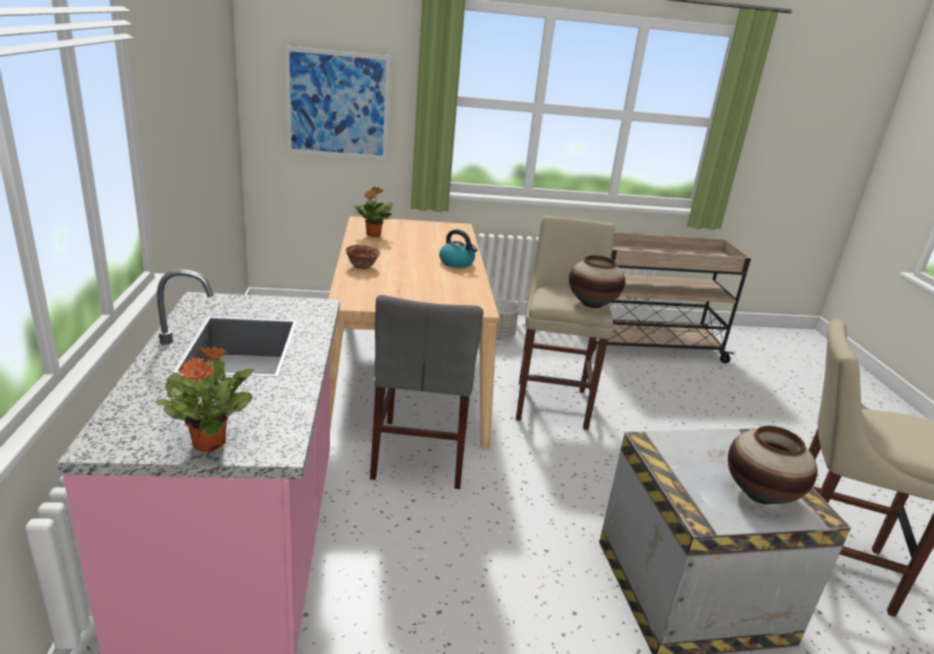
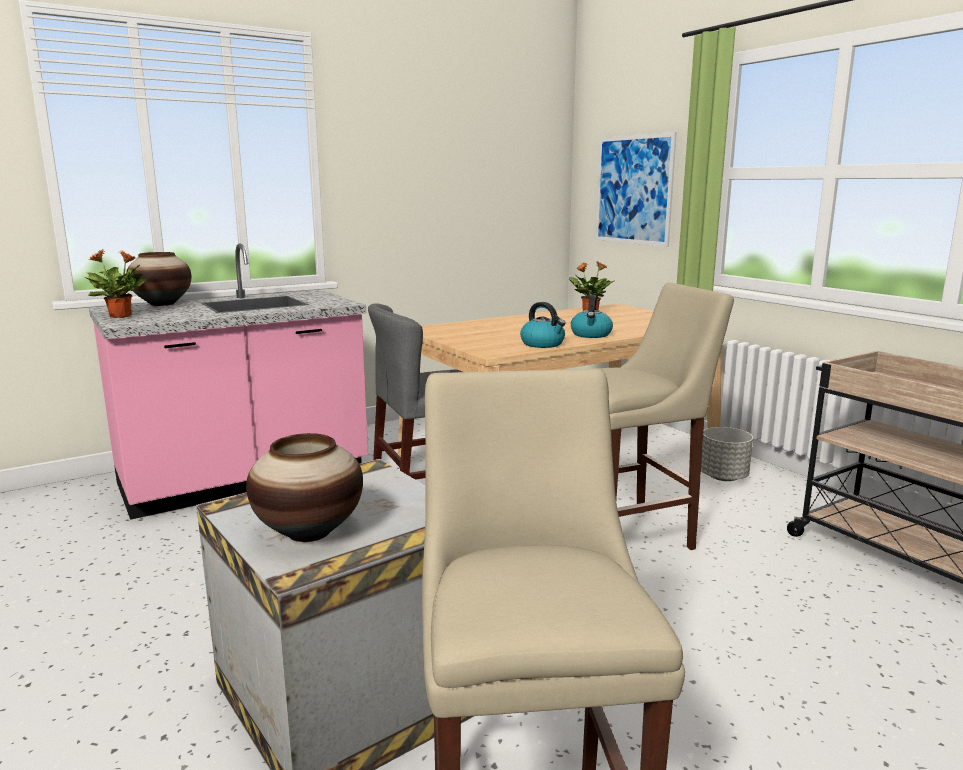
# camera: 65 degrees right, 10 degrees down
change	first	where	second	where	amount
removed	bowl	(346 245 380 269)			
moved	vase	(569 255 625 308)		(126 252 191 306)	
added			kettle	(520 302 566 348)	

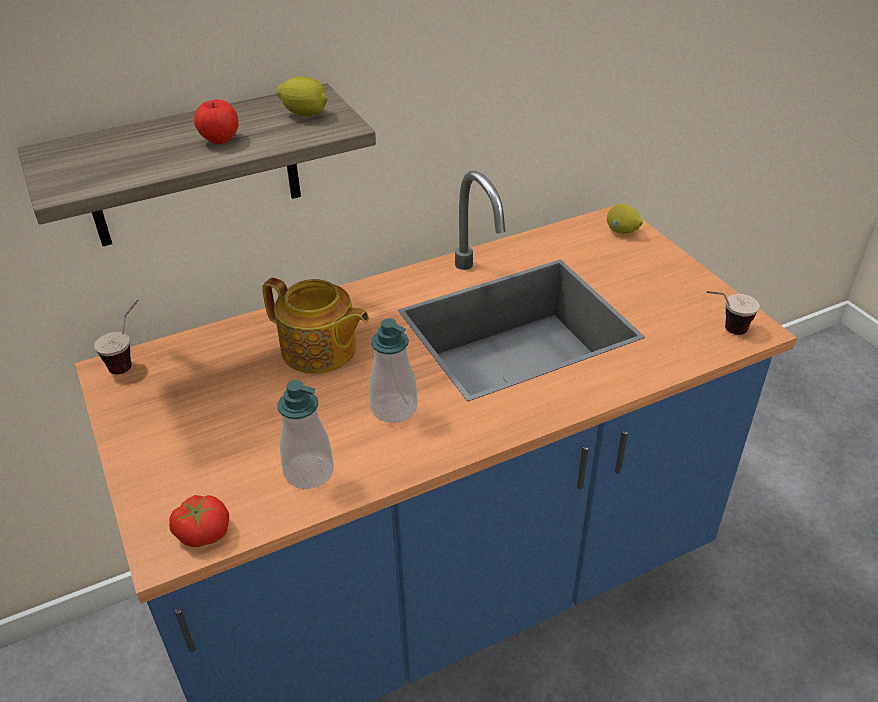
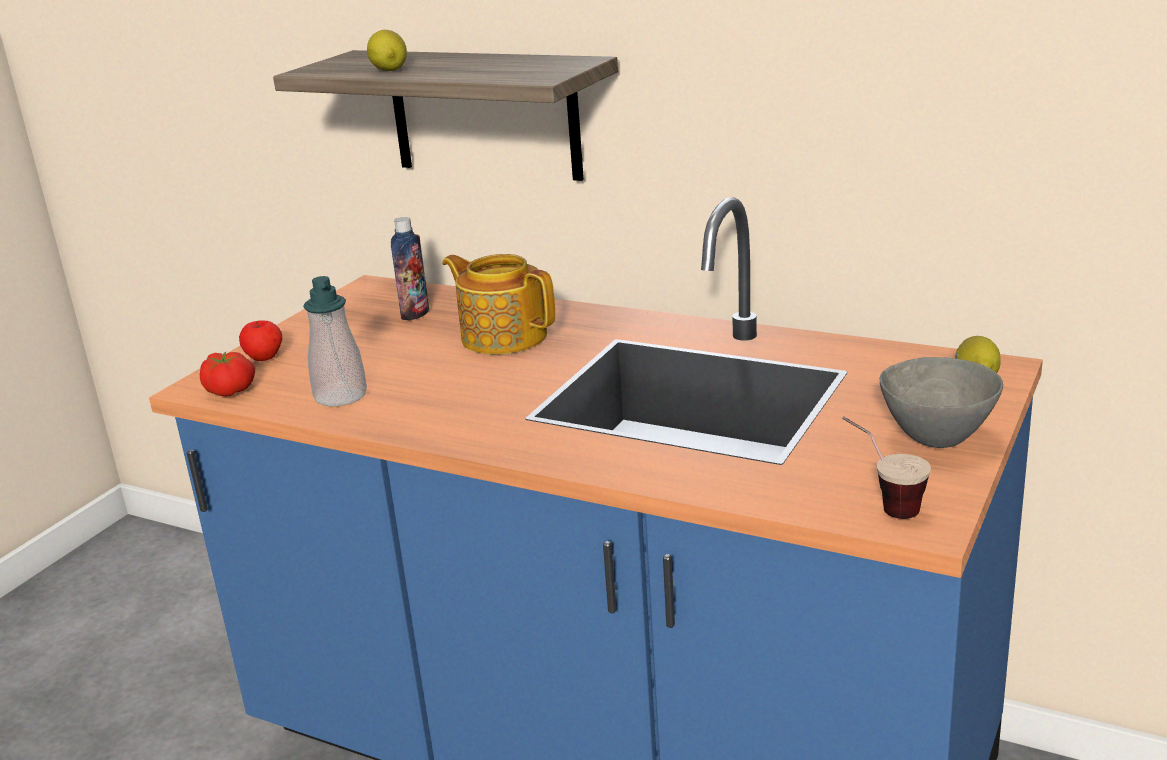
# camera: 55 degrees right, 15 degrees down
change	first	where	second	where	amount
moved	lemon	(276 76 327 116)		(367 30 407 71)	
moved	apple	(194 99 239 144)		(239 321 282 361)	
turned	teapot	(262 278 369 374)		(442 254 555 355)	135 degrees clockwise
removed	cup	(94 299 139 374)			
removed	soap dispenser	(370 318 417 423)			
added			bottle	(391 217 429 321)	
added			grey bowl	(880 357 1003 448)	

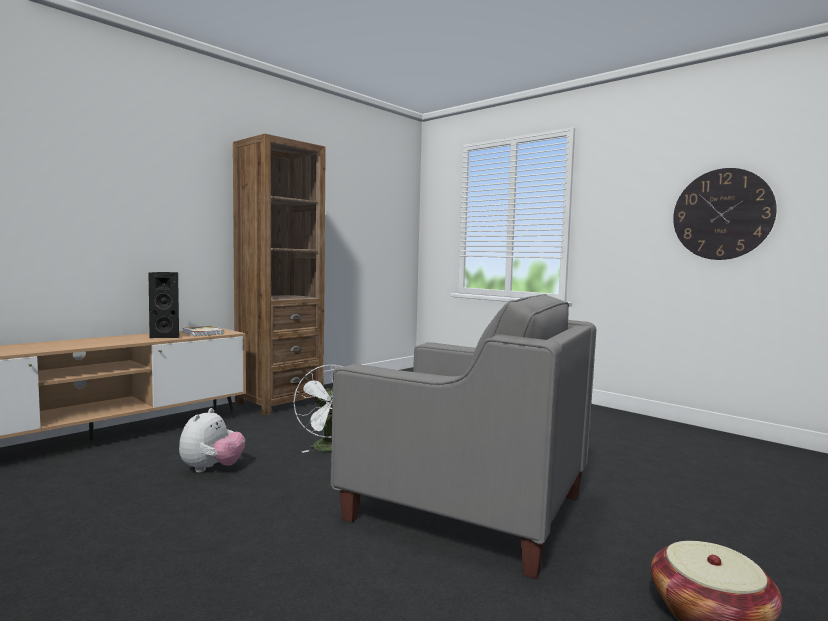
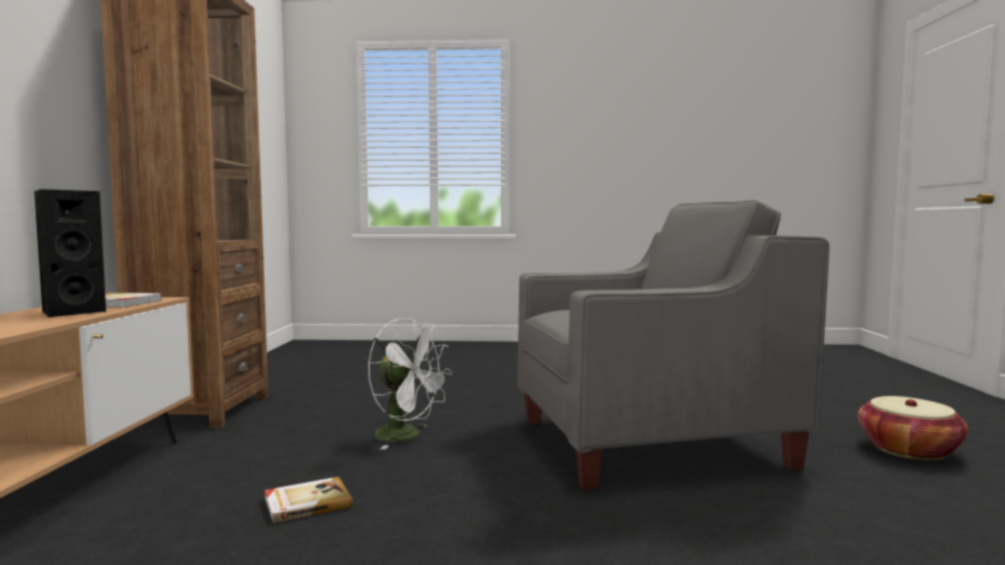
# camera: 40 degrees left, 0 degrees up
change	first	where	second	where	amount
removed	wall clock	(673 168 777 260)			
replaced	plush toy	(179 408 245 472)	book	(264 477 353 523)	

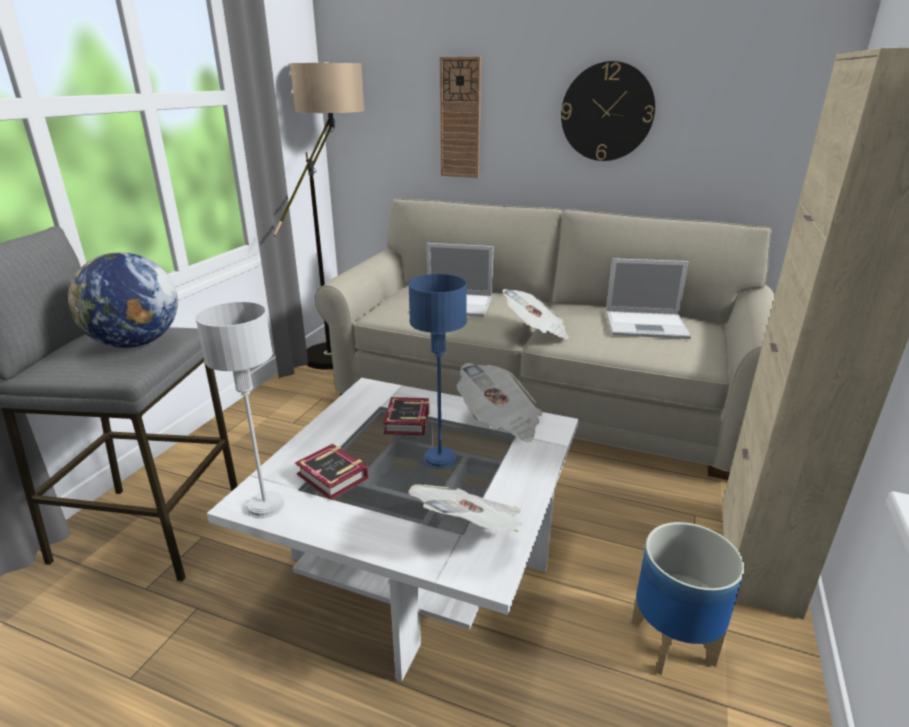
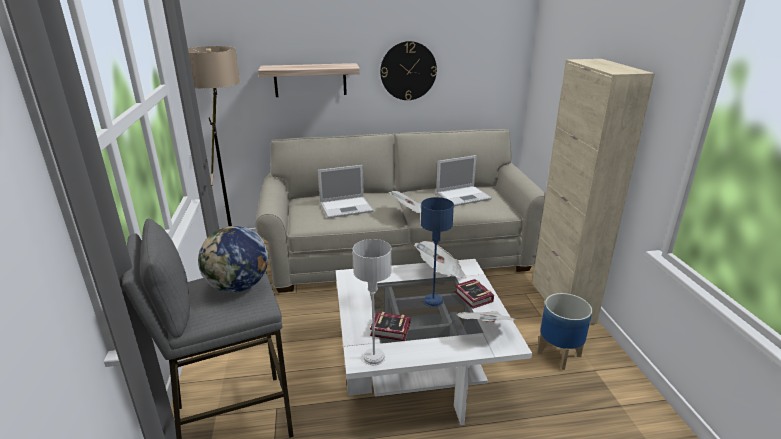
# camera: 30 degrees left, 0 degrees up
change	first	where	second	where	amount
replaced	wall clock	(440 56 481 178)	shelf	(258 63 360 97)	
moved	book	(383 397 430 436)		(454 279 494 309)	

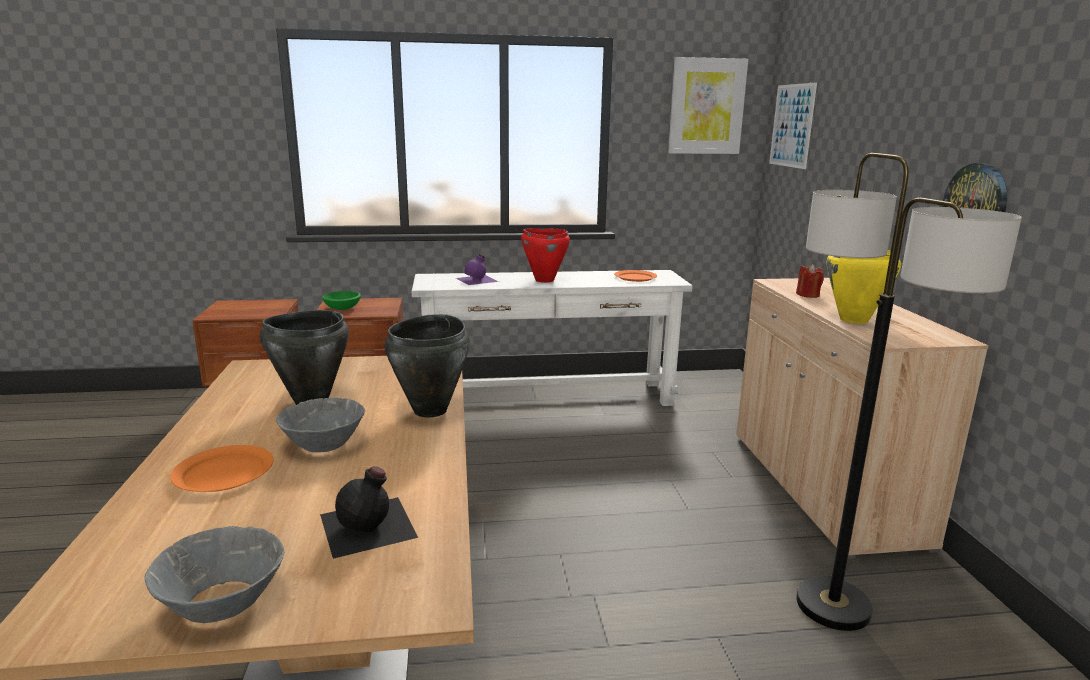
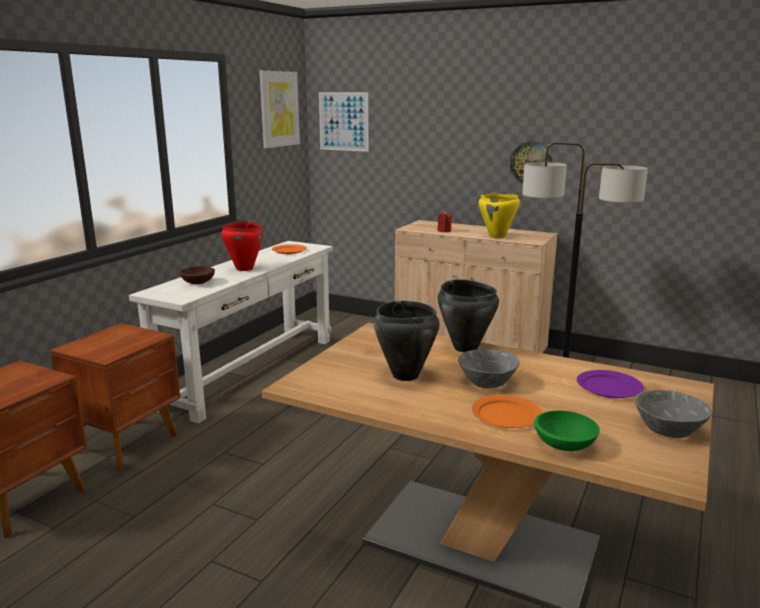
# camera: 55 degrees left, 0 degrees up
change	first	where	second	where	amount
replaced	purple bottle	(456 254 499 285)	brown bowl	(179 266 215 284)	
moved	green bowl	(322 291 361 310)		(534 411 600 451)	
replaced	black bottle	(320 466 418 559)	purple plate	(577 370 644 398)	

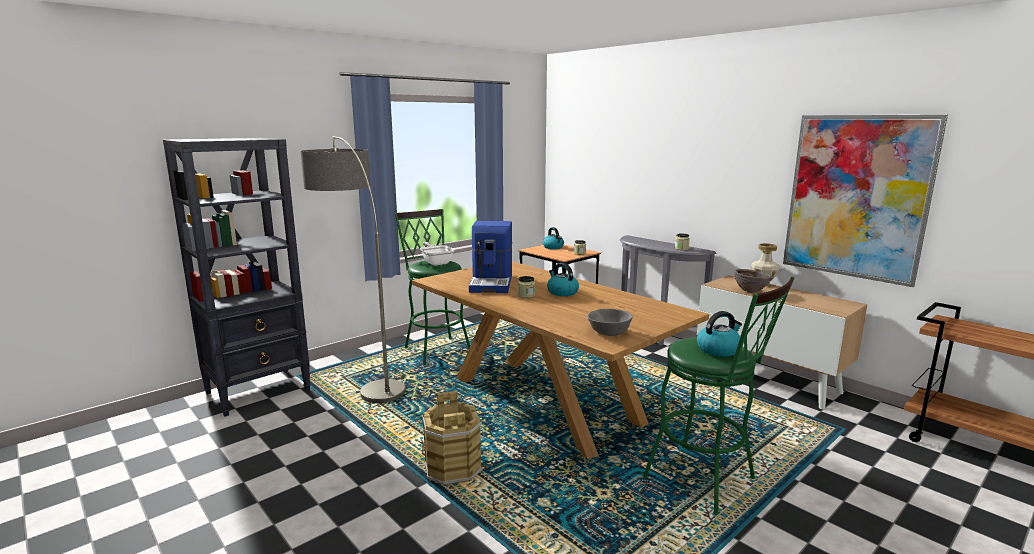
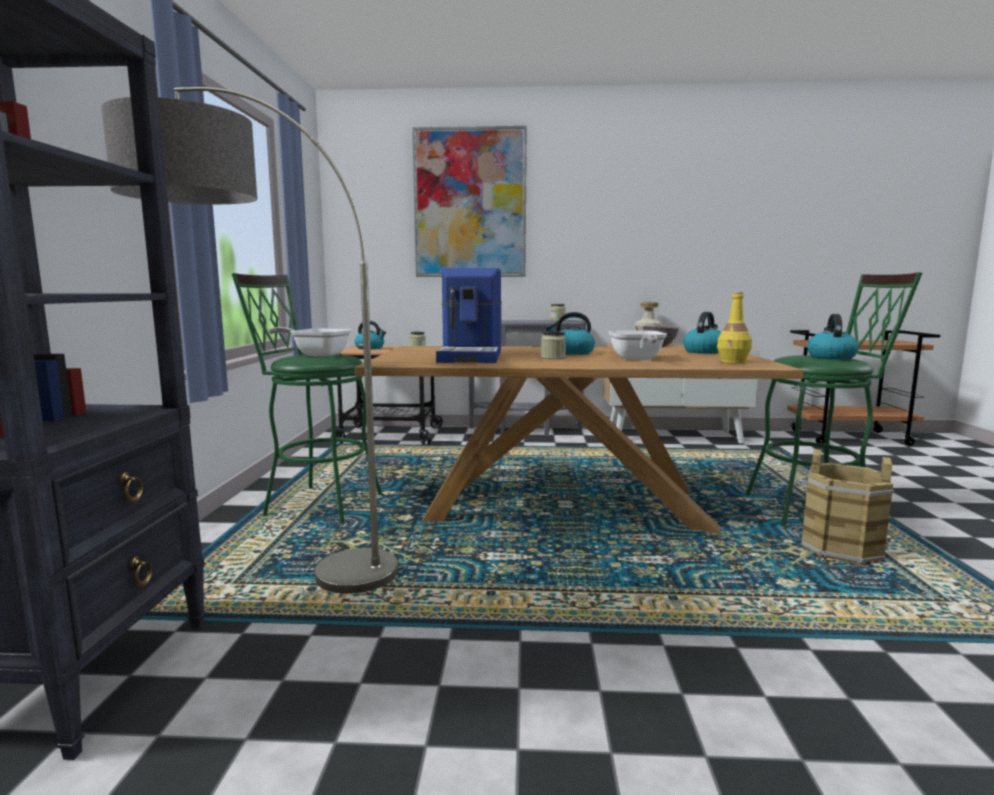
# camera: 45 degrees left, 5 degrees down
change	first	where	second	where	amount
moved	picture	(783 115 948 287)		(412 126 527 277)	
turned	coffee machine	(469 221 512 293)		(436 268 501 363)	45 degrees clockwise
replaced	grey bowl	(587 309 632 336)	yellow bottle	(717 292 752 364)	
moved	brown bucket	(422 391 483 486)		(801 449 894 565)	
added			kettle	(683 312 721 354)	
added			frying pan	(608 331 667 360)	

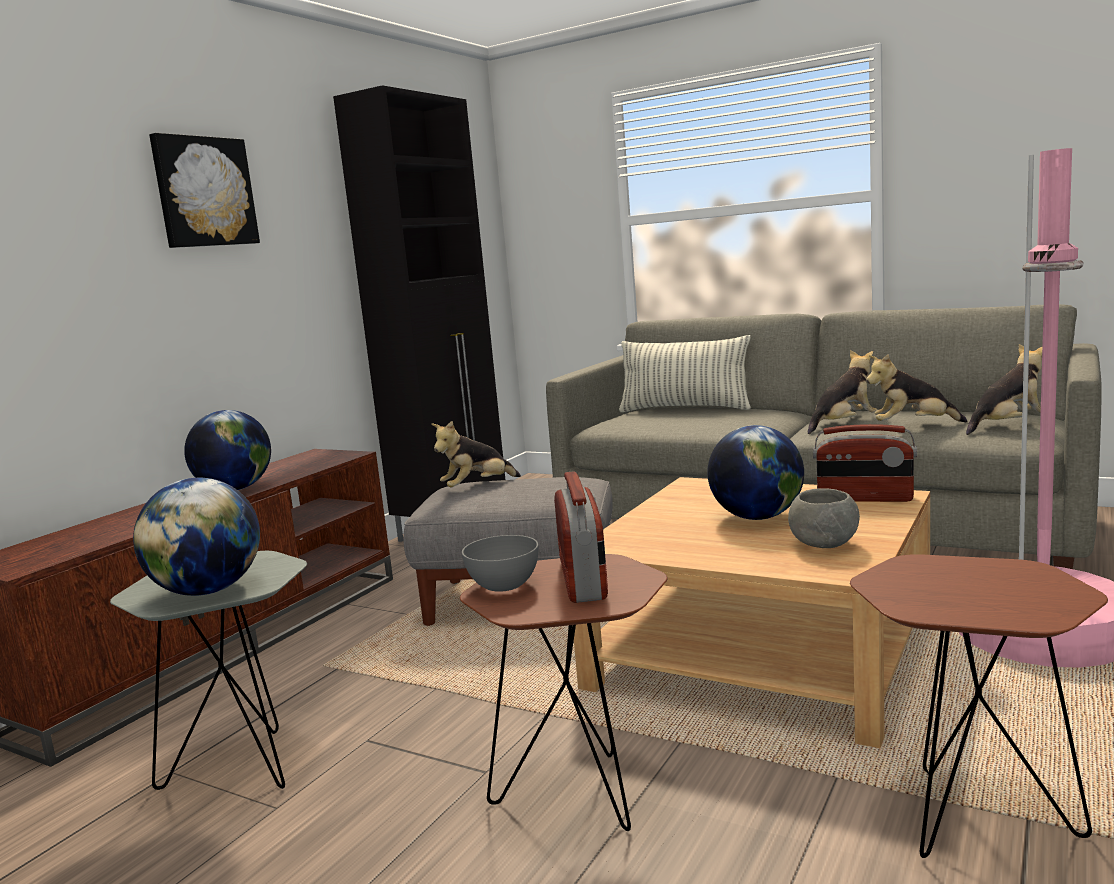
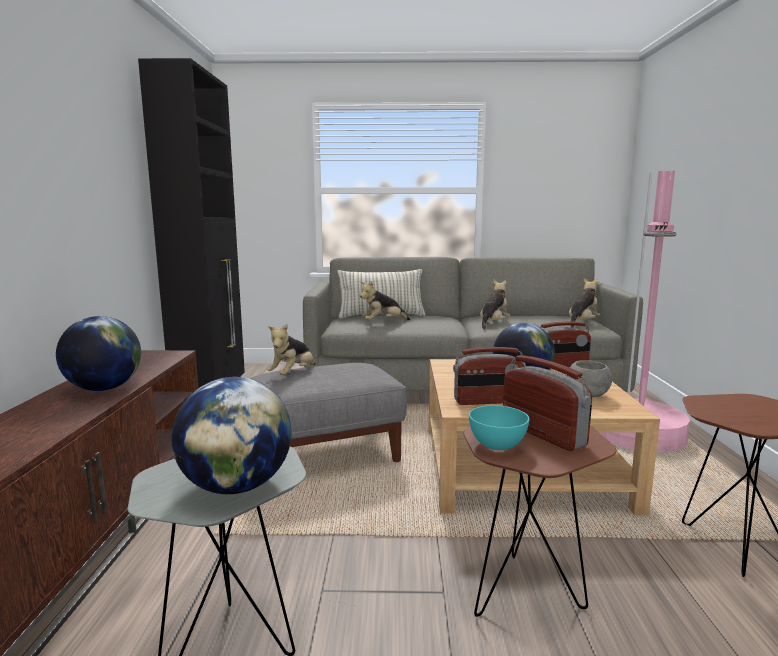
# camera: 30 degrees left, 0 degrees up
change	first	where	second	where	amount
removed	picture	(149 133 260 248)			
moved	plush toy	(866 354 968 422)		(360 281 410 320)	
recoloured	grey bowl	(462 535 539 592)	turquoise bowl	(469 405 529 450)	
added			radio	(453 347 526 405)	

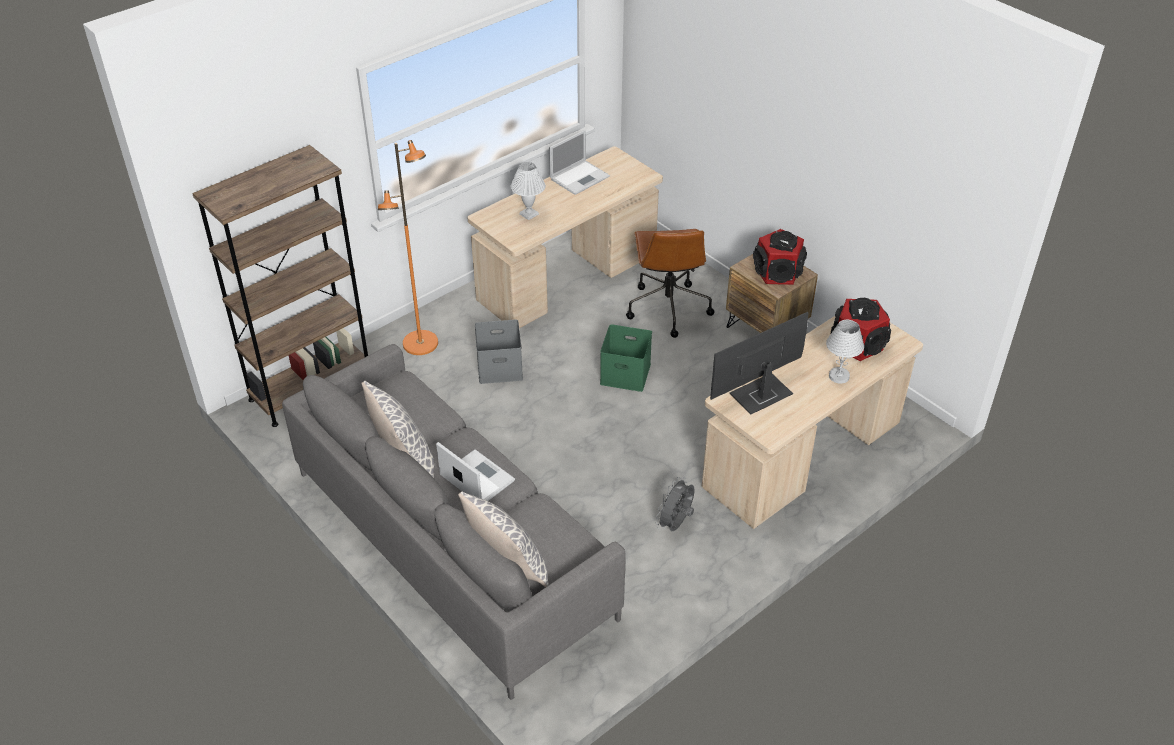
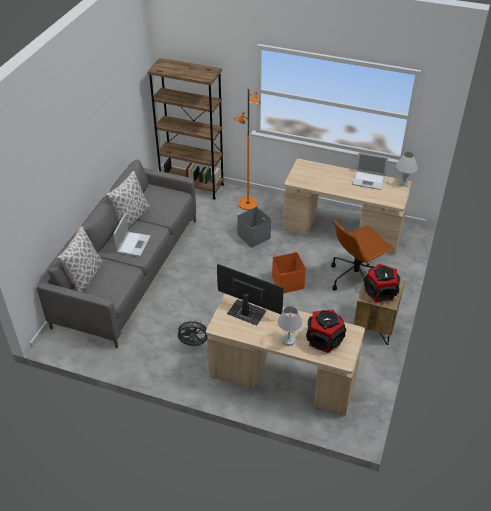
# camera: 60 degrees right, 0 degrees up
change	first	where	second	where	amount
moved	white table lamp	(510 162 546 220)		(396 152 418 186)	
recoloured	green storage box	(600 324 652 392)	orange storage box	(272 252 306 294)	

